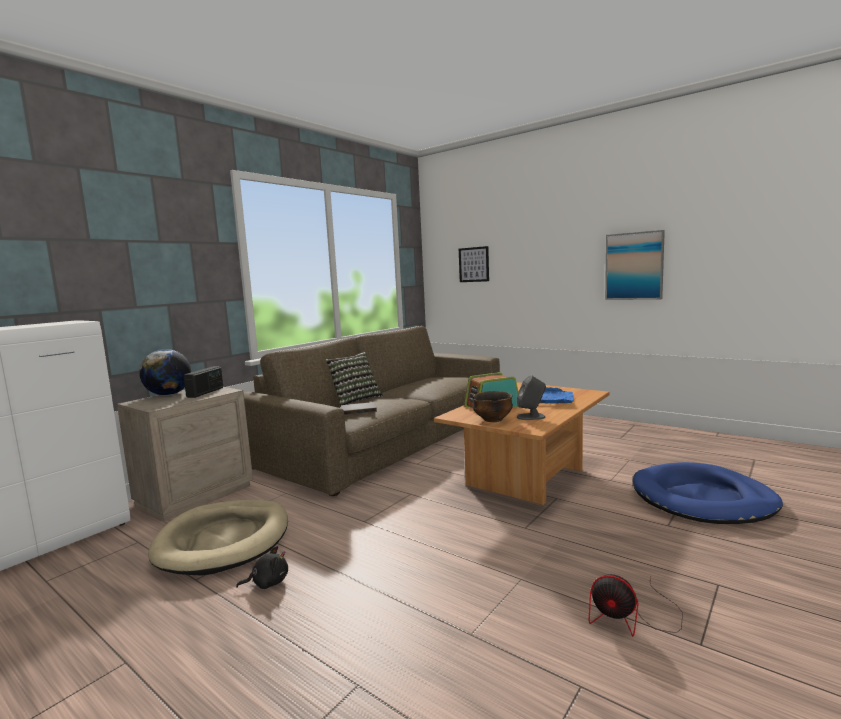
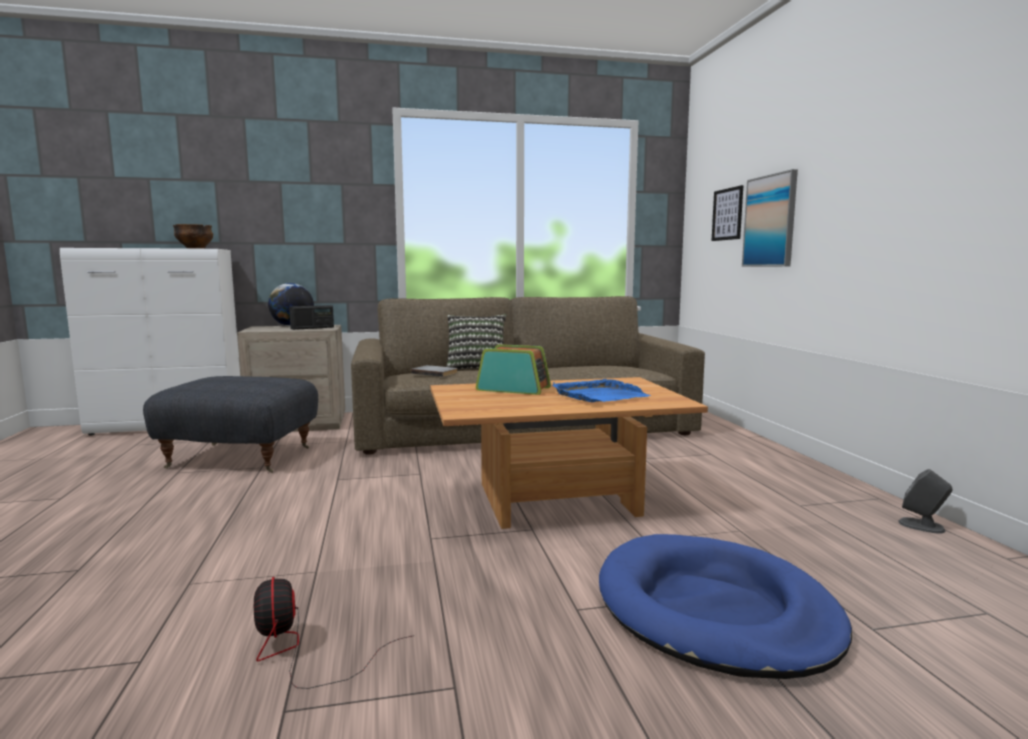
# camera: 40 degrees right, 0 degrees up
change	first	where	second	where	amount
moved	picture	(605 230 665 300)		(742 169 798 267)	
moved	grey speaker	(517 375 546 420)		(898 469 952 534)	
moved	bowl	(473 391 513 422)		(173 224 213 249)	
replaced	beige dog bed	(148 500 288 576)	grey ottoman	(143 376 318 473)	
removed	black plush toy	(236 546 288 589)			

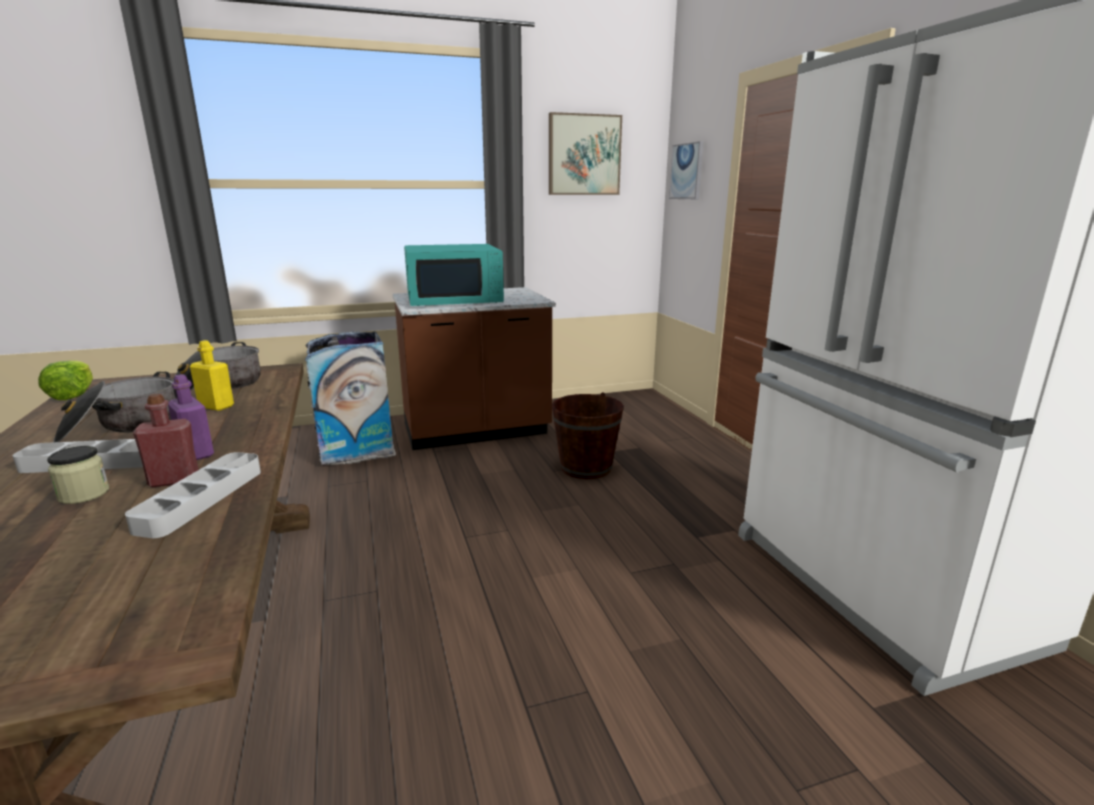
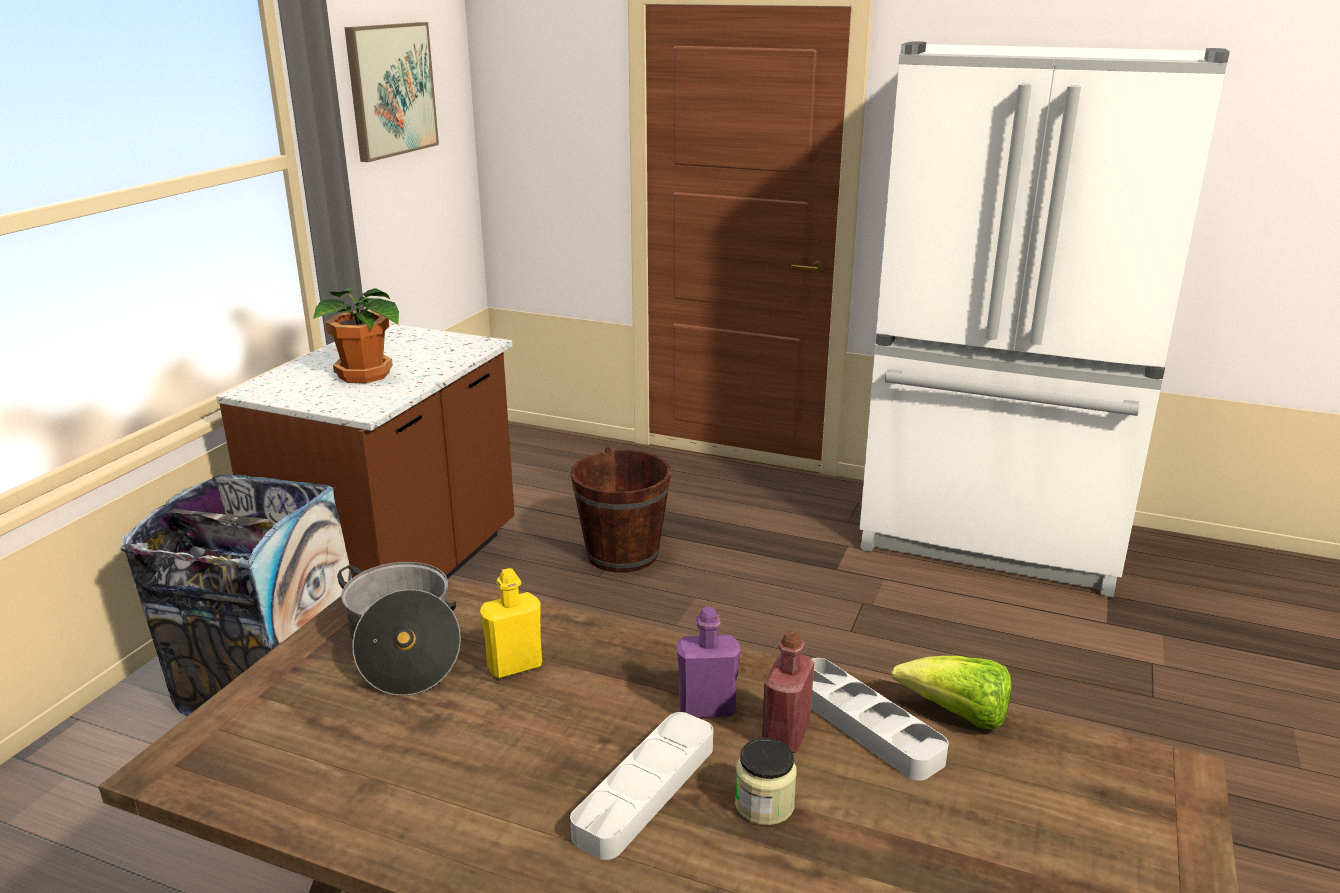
# camera: 50 degrees left, 5 degrees up
change	first	where	second	where	amount
removed	picture	(669 141 703 199)			
replaced	turquoise microwave	(404 244 504 306)	potted plant	(313 286 399 383)	
moved	lettuce	(38 360 93 400)		(891 656 1012 730)	
removed	cooking pot	(53 372 176 442)			

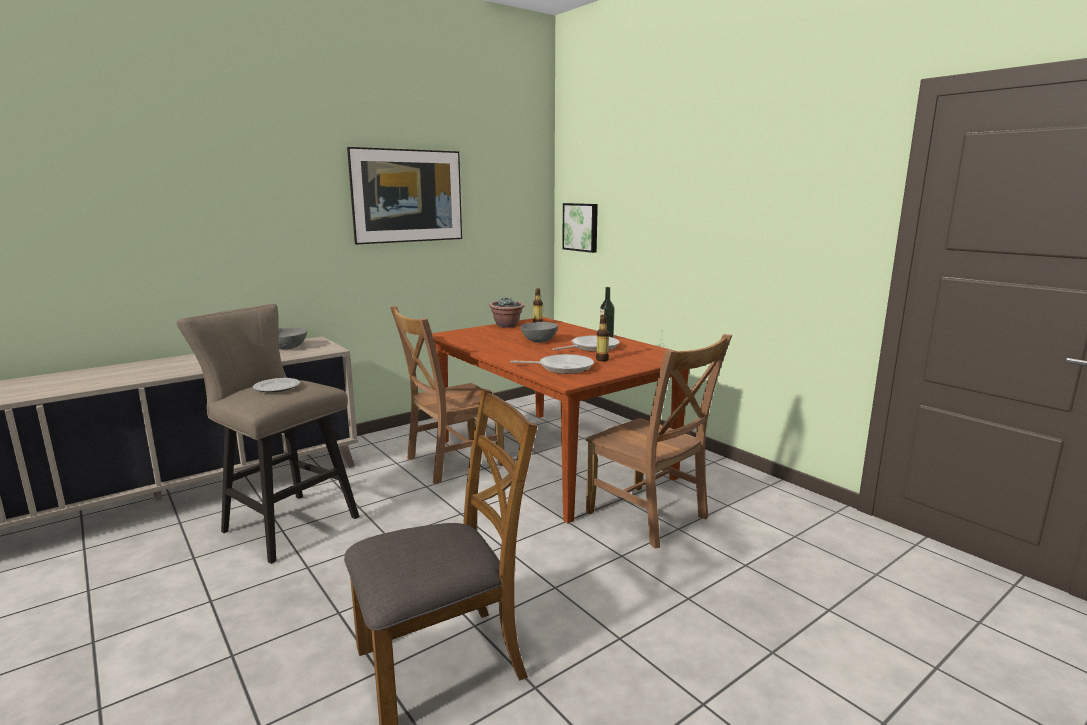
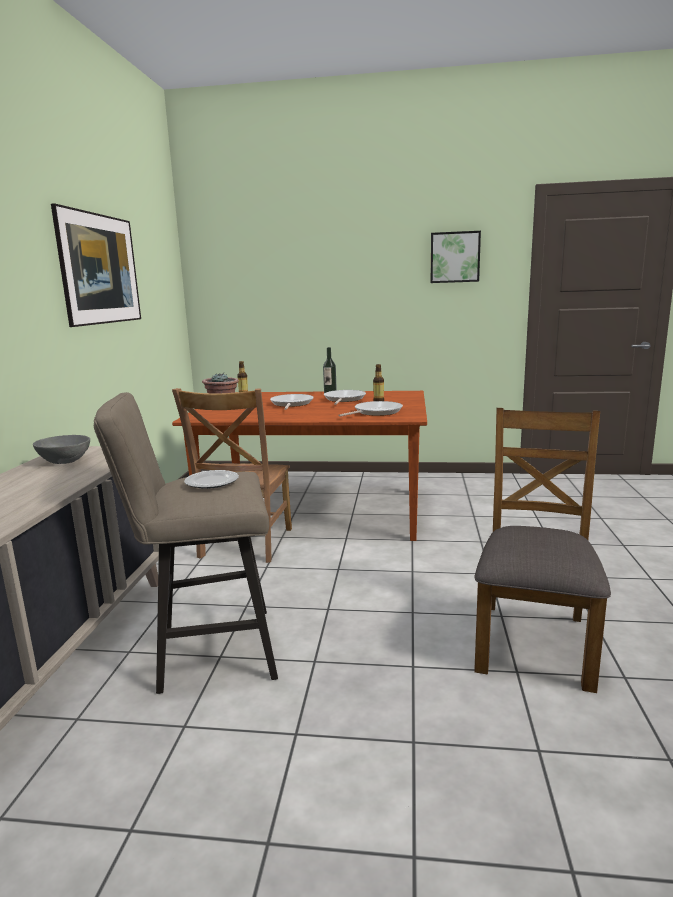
# camera: 45 degrees left, 0 degrees up
change	first	where	second	where	amount
moved	picture	(562 203 598 253)		(431 231 481 283)	
replaced	grey bowl	(520 322 558 343)	frying pan	(270 394 314 410)	
removed	brown chair	(586 334 732 549)			

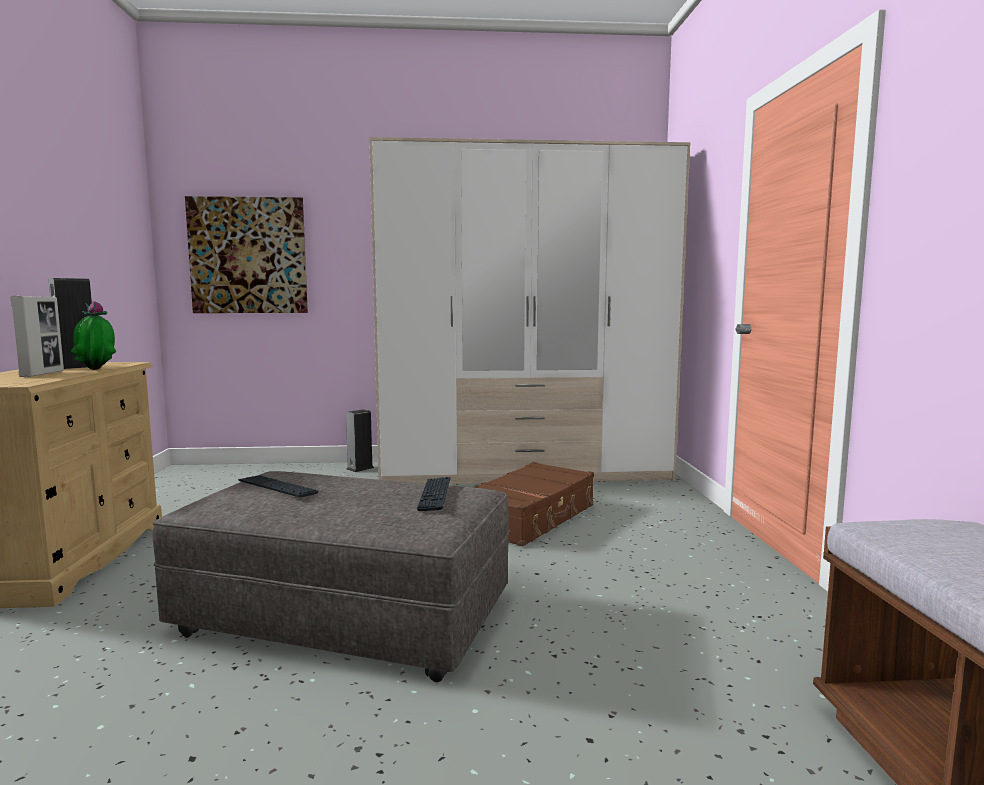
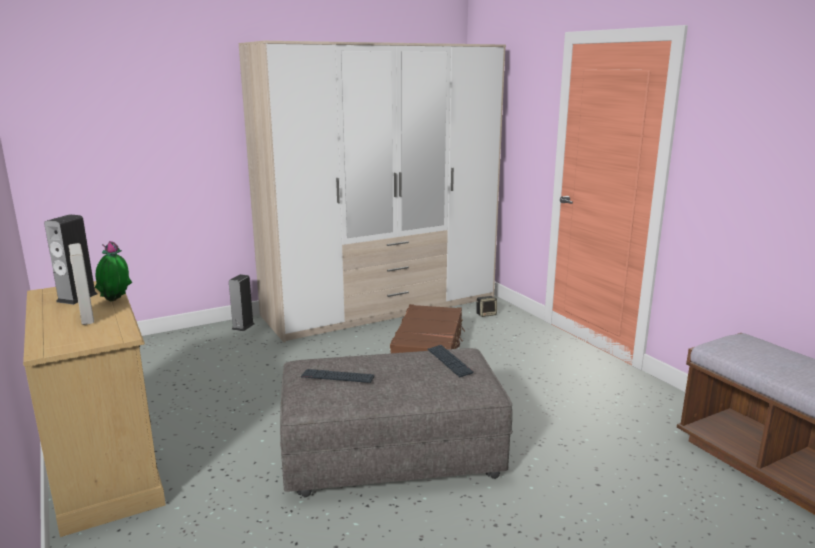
# camera: 25 degrees left, 10 degrees up
change	first	where	second	where	amount
removed	picture	(185 196 308 313)			
added			speaker	(477 296 497 317)	

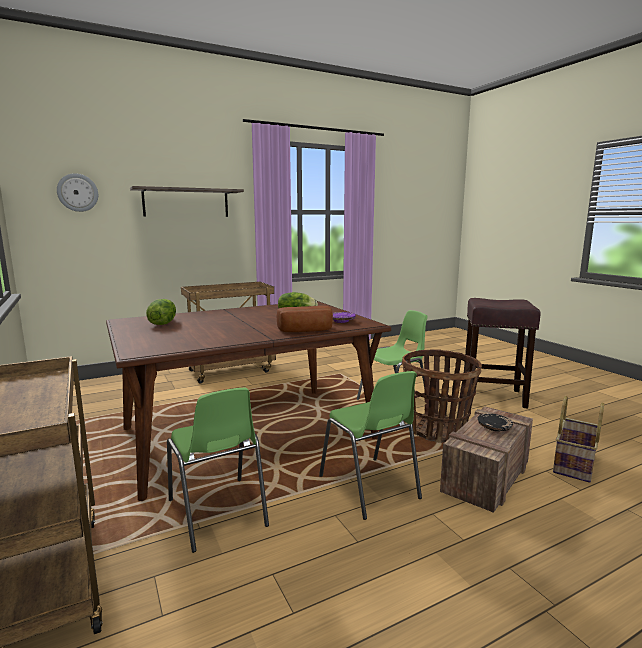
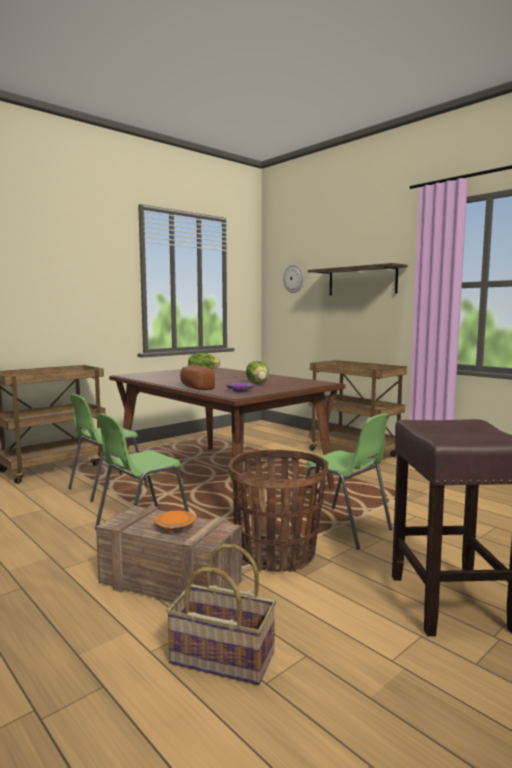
# camera: 75 degrees right, 5 degrees down
change	first	where	second	where	amount
recoloured	black plate	(478 414 513 431)	orange plate	(155 511 195 532)	

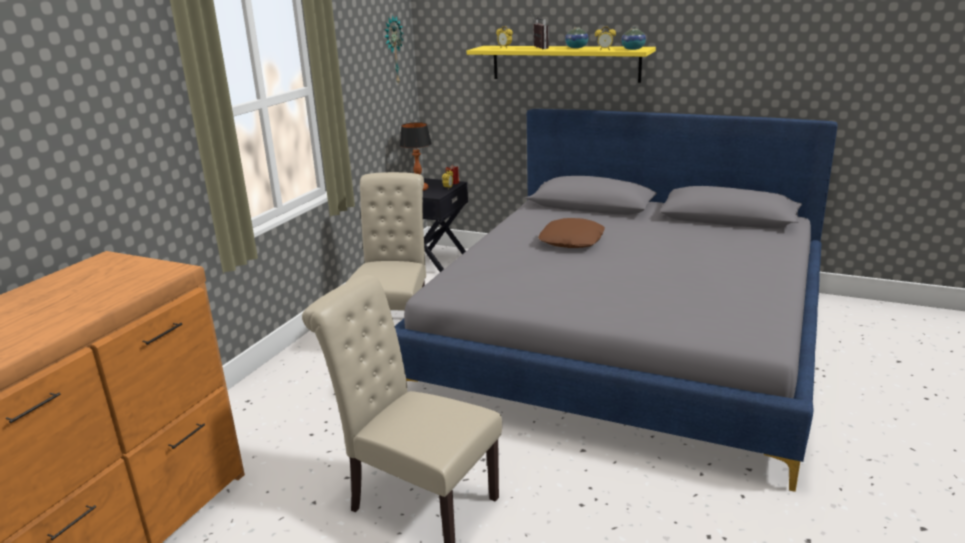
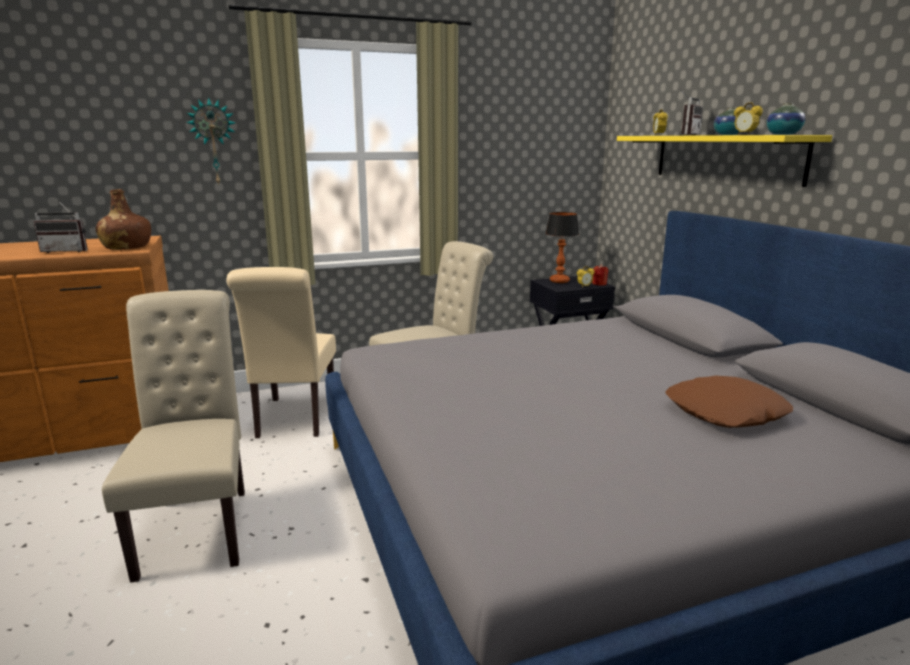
# camera: 45 degrees right, 5 degrees down
change	first	where	second	where	amount
moved	wall clock	(385 15 404 85)		(186 97 235 186)	
moved	brown pillow	(538 218 605 248)		(665 375 793 428)	
added			brown bottle	(96 189 151 250)	
added			radio	(34 200 88 253)	
added			beige chair	(226 267 336 438)	

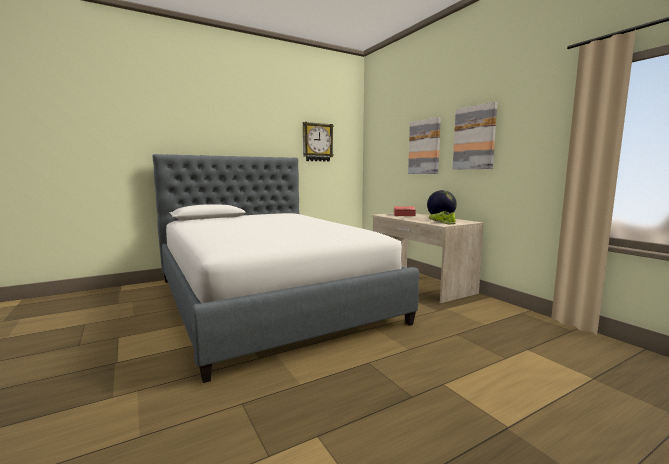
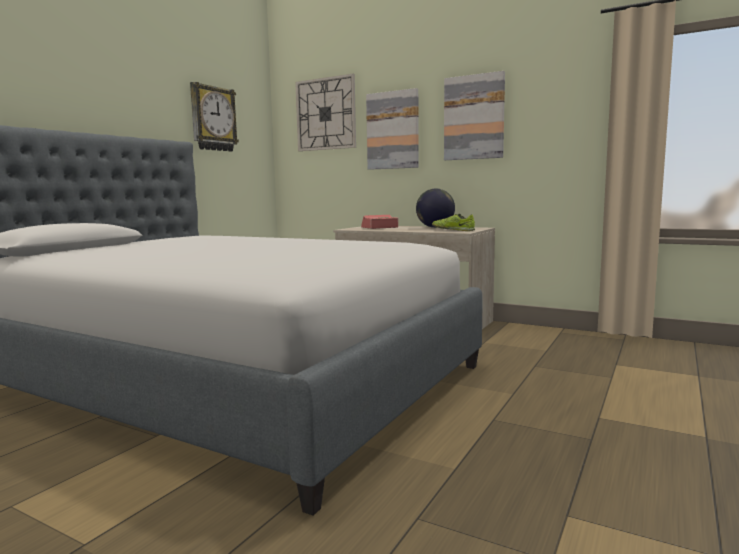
# camera: 30 degrees left, 0 degrees up
change	first	where	second	where	amount
added			wall clock	(295 74 356 151)	

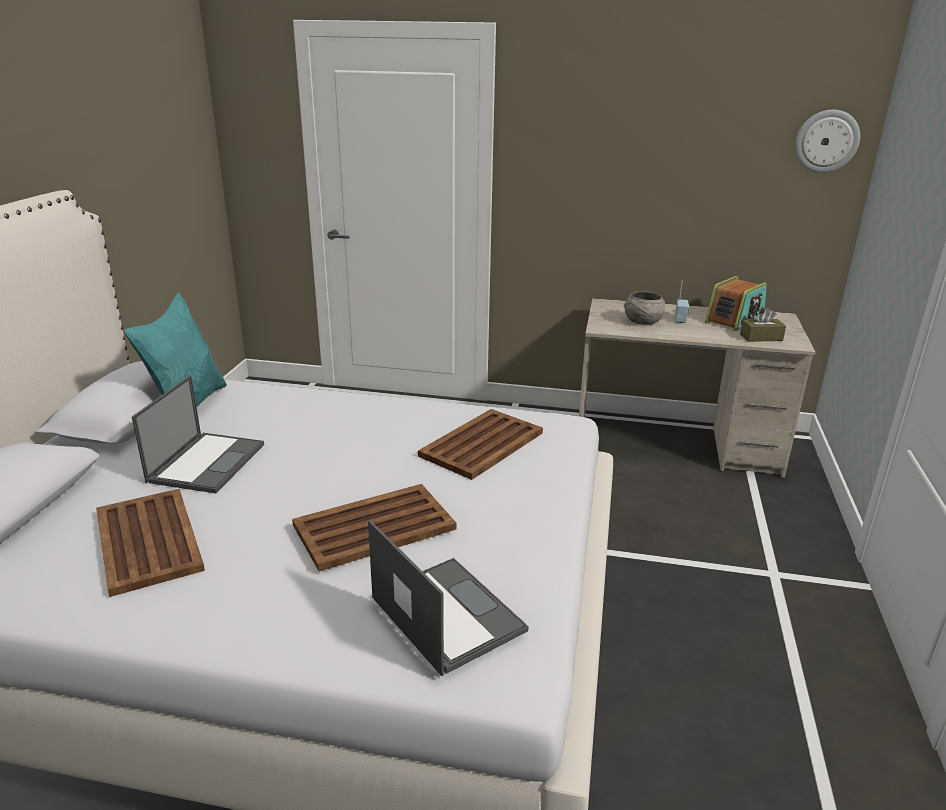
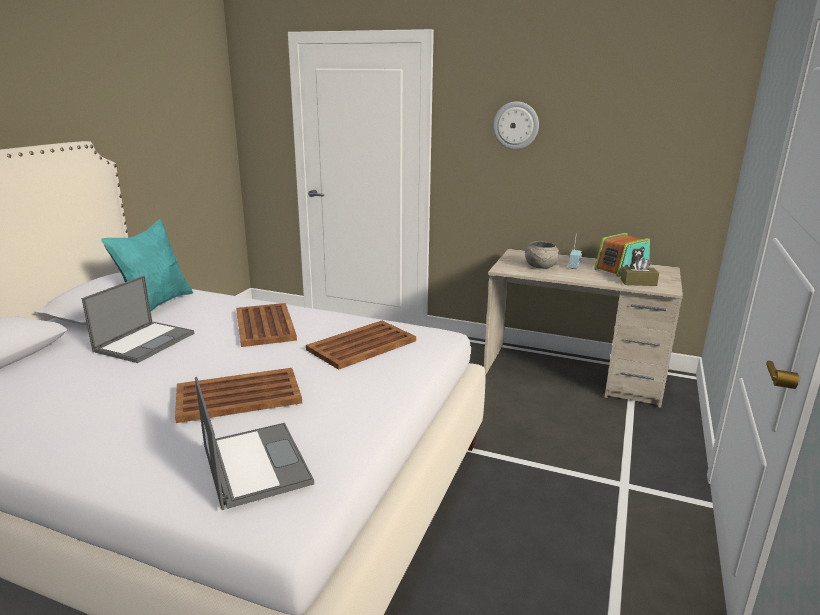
# camera: 10 degrees right, 5 degrees down
change	first	where	second	where	amount
moved	wall clock	(795 110 860 173)		(493 101 539 150)	
moved	brown tray	(96 489 205 597)		(236 303 297 347)	

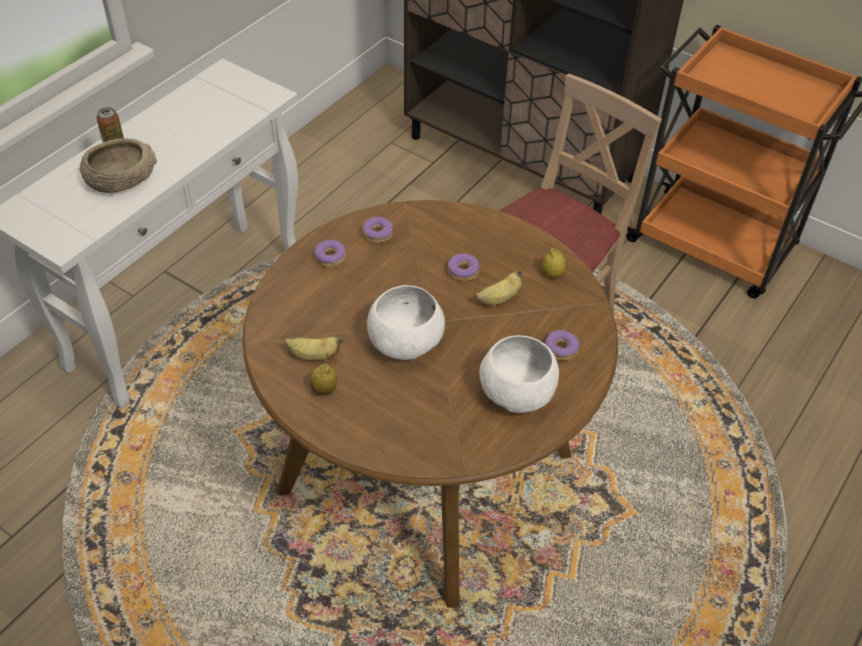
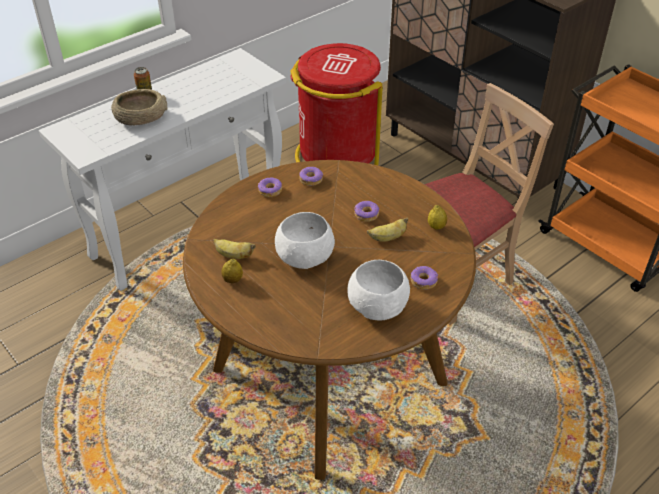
# camera: 15 degrees right, 5 degrees down
change	first	where	second	where	amount
added			red trash can	(290 43 383 166)	

